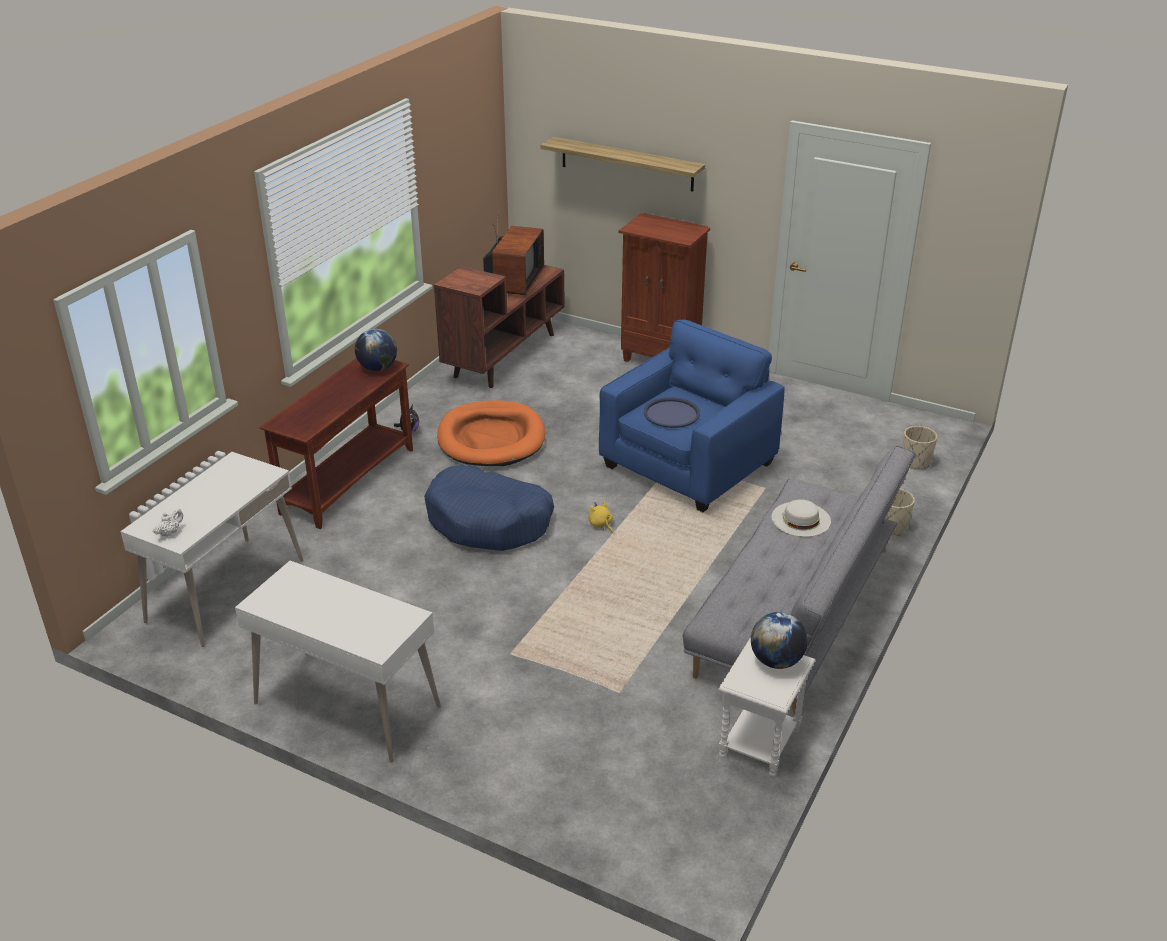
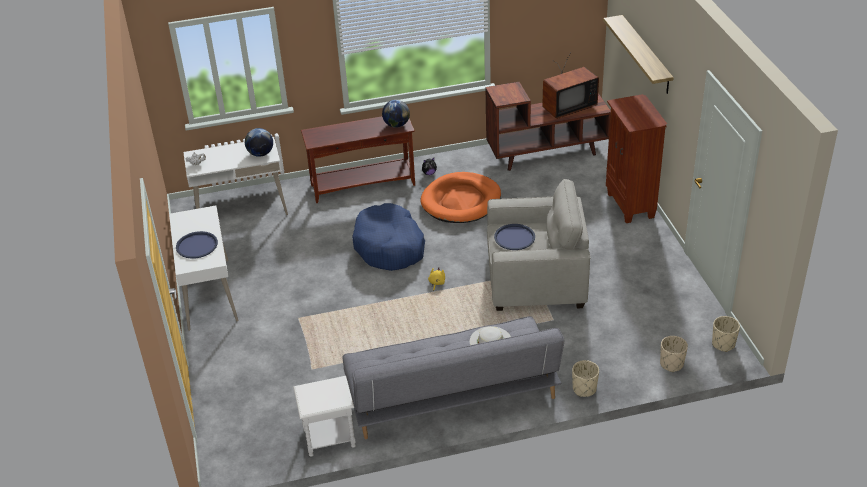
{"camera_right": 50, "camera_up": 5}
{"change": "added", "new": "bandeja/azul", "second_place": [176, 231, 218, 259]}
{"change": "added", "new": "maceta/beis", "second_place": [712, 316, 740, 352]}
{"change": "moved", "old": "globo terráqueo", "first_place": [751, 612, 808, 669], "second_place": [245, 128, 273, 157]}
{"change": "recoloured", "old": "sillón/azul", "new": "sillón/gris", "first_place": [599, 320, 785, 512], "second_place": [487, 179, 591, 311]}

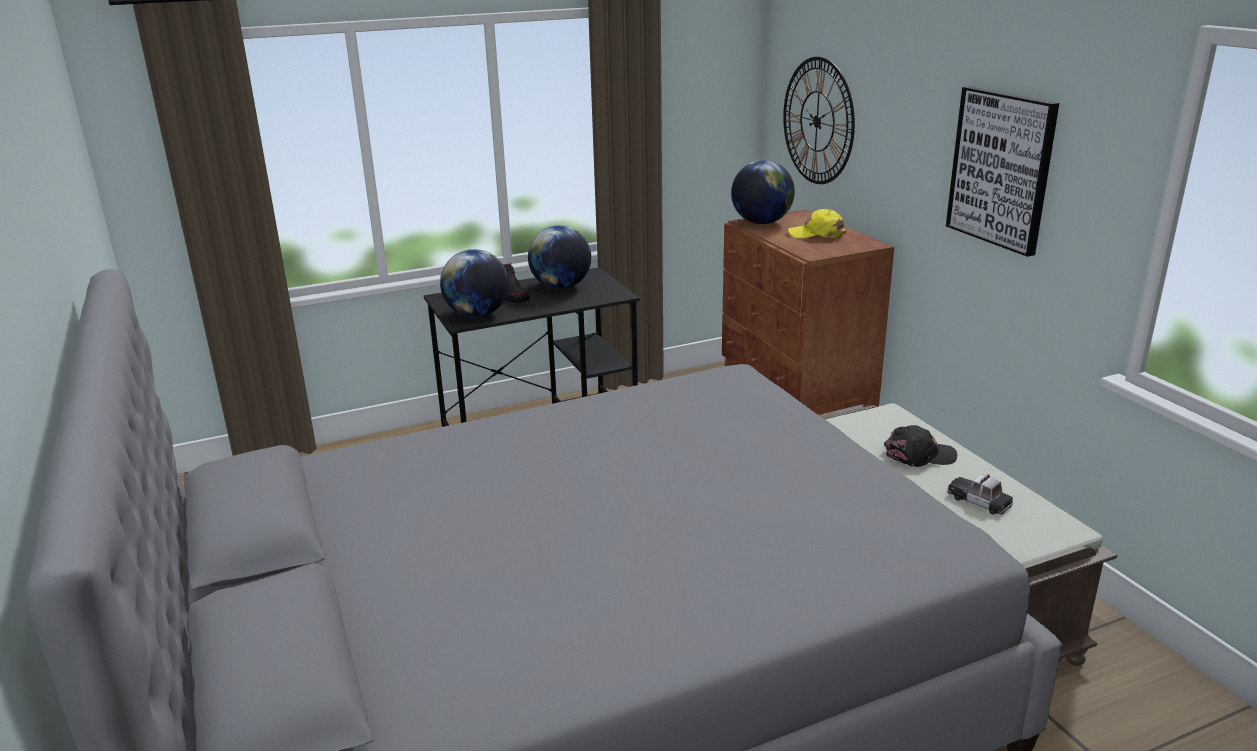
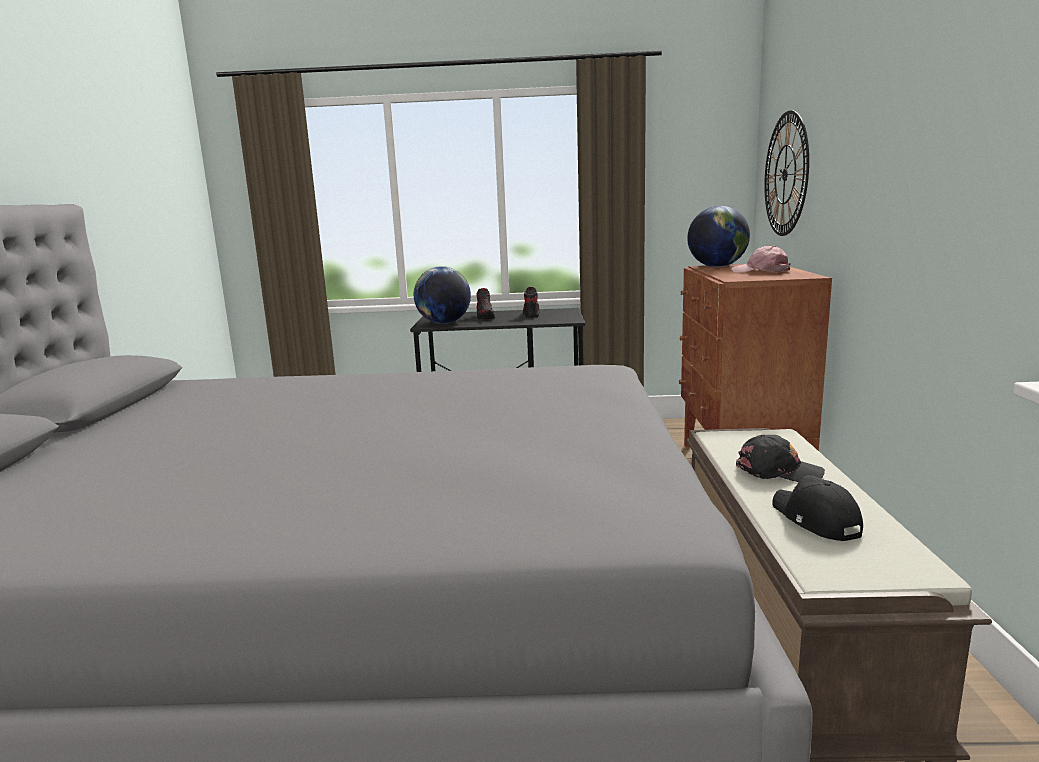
{"camera_right": 25, "camera_up": -10}
{"change": "removed", "old": "cuadro", "first_place": [946, 86, 1059, 257]}
{"change": "replaced", "old": "globo terráqueo", "new": "zapato", "first_place": [528, 225, 591, 289], "second_place": [523, 287, 540, 318]}
{"change": "replaced", "old": "coche de juguete", "new": "gorra/negro", "first_place": [948, 474, 1013, 515], "second_place": [772, 475, 863, 541]}
{"change": "recoloured", "old": "gorra/amarillo", "new": "gorra/rosa", "first_place": [788, 209, 846, 238], "second_place": [731, 245, 791, 273]}

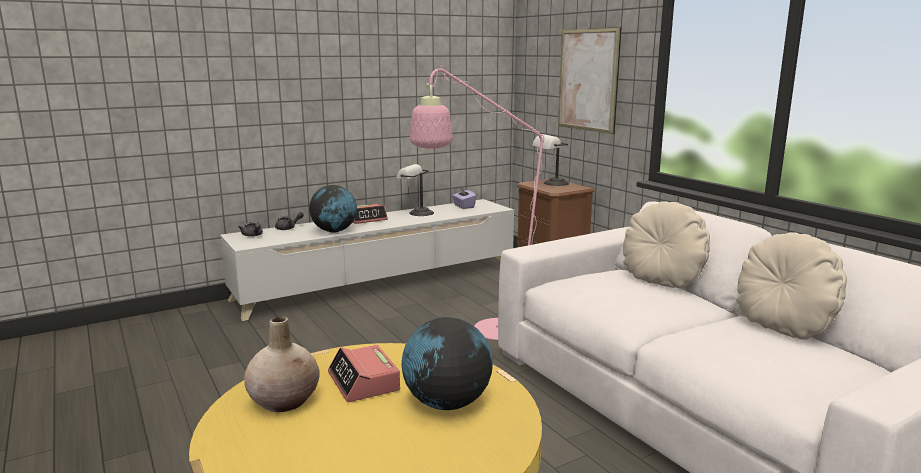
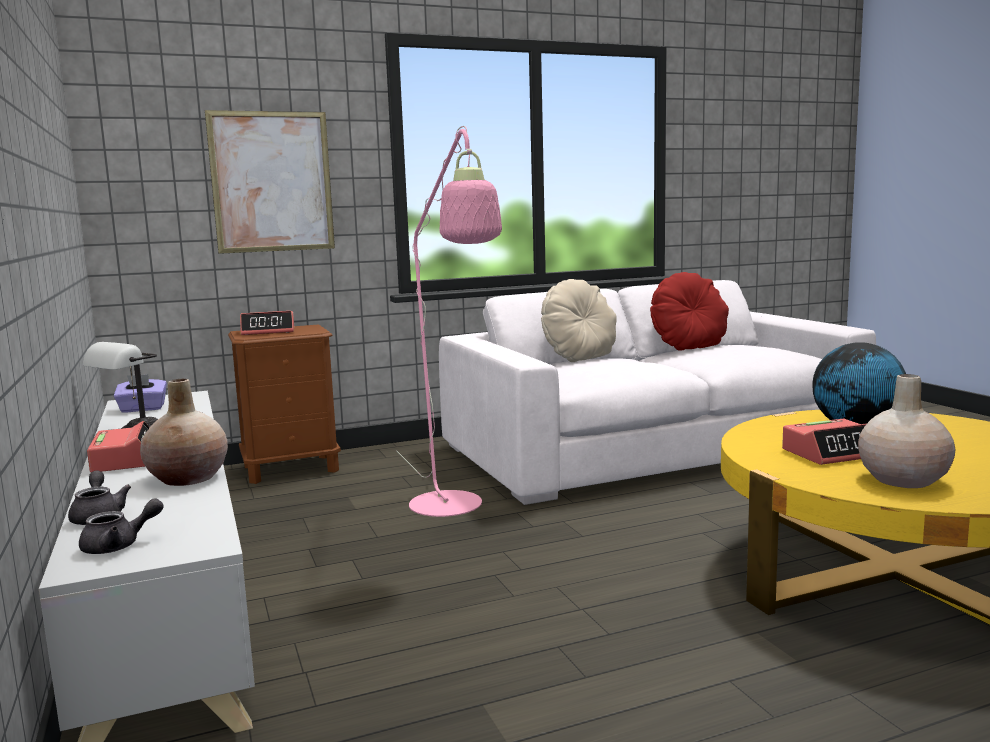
{"camera_right": -80, "camera_up": -5}
{"change": "replaced", "old": "globo terráqueo", "new": "florero/beis", "first_place": [309, 185, 357, 233], "second_place": [140, 379, 228, 486]}
{"change": "replaced", "old": "lámpara de mesa", "new": "despertador", "first_place": [533, 134, 569, 186], "second_place": [240, 311, 294, 335]}
{"change": "recoloured", "old": "cojín/beis", "new": "cojín/rojo", "first_place": [737, 232, 847, 340], "second_place": [650, 272, 729, 351]}

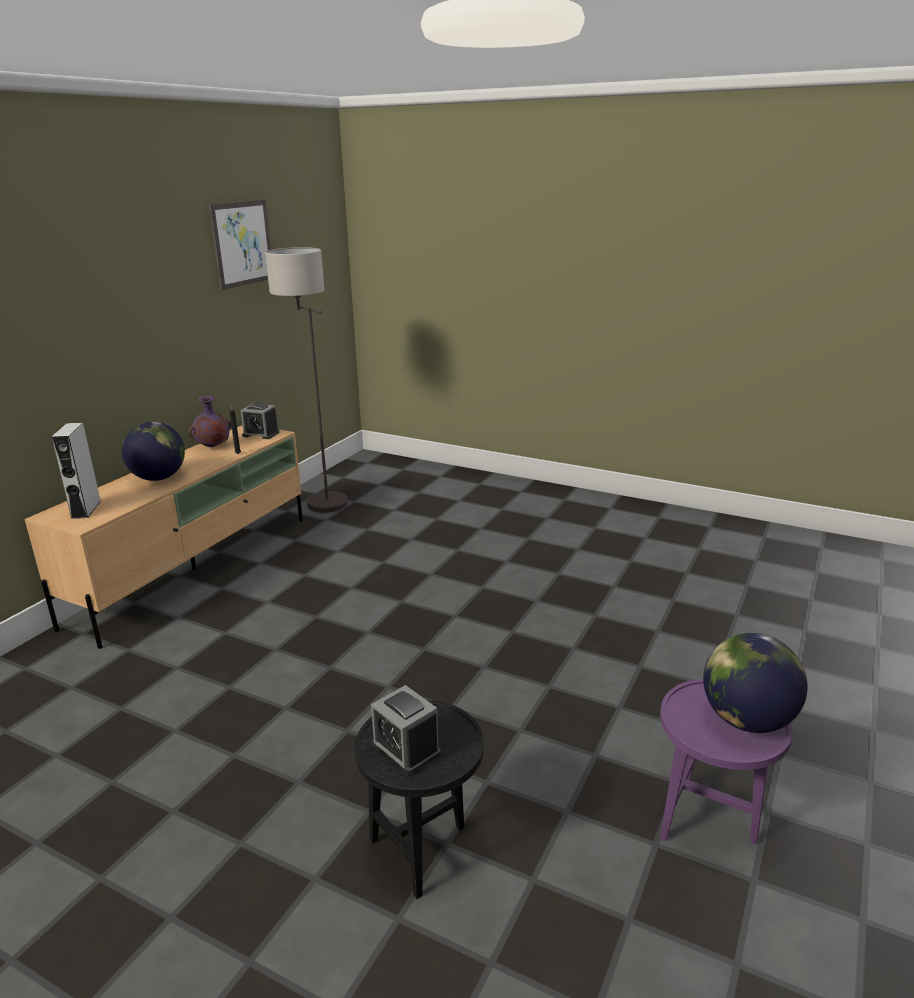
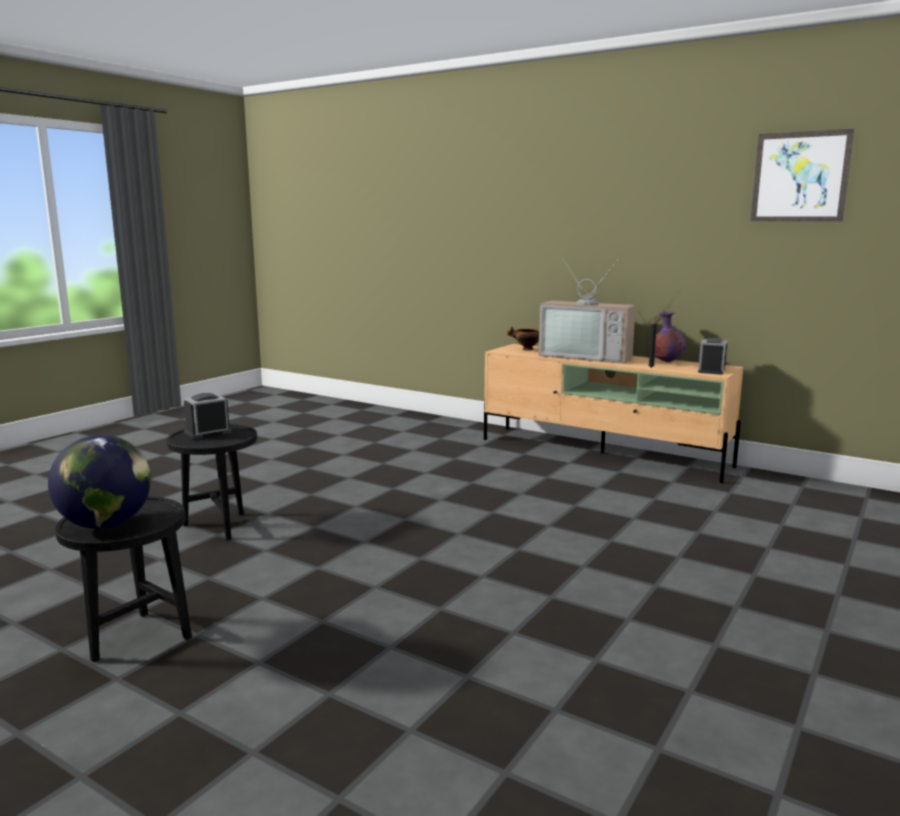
{"camera_right": 95, "camera_up": -10}
{"change": "removed", "old": "lámpara de pie/gris", "first_place": [265, 247, 348, 513]}
{"change": "replaced", "old": "altavoz/gris", "new": "cuenco", "first_place": [51, 423, 101, 519], "second_place": [507, 326, 539, 350]}
{"change": "replaced", "old": "globo terráqueo", "new": "televisor", "first_place": [121, 422, 185, 481], "second_place": [538, 258, 636, 364]}
{"change": "recoloured", "old": "mesa auxiliar/morado", "new": "mesa auxiliar/negro", "first_place": [660, 679, 792, 845], "second_place": [55, 497, 192, 662]}

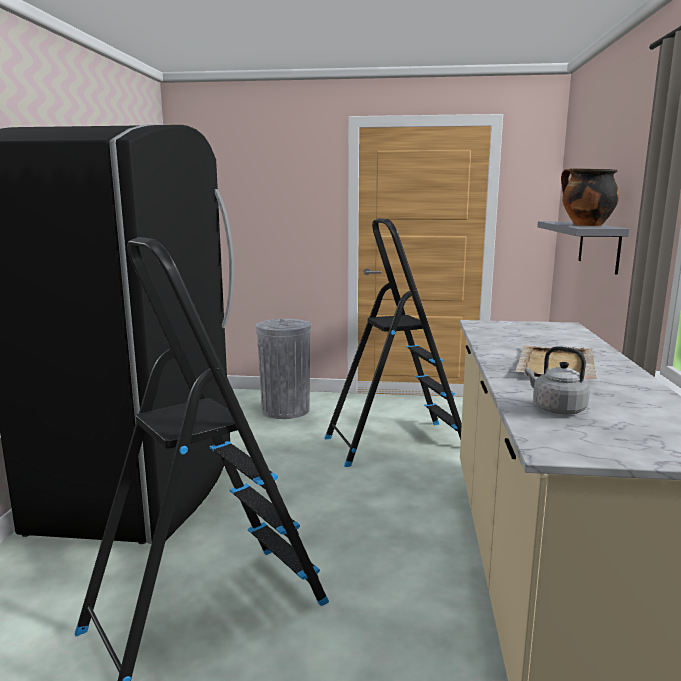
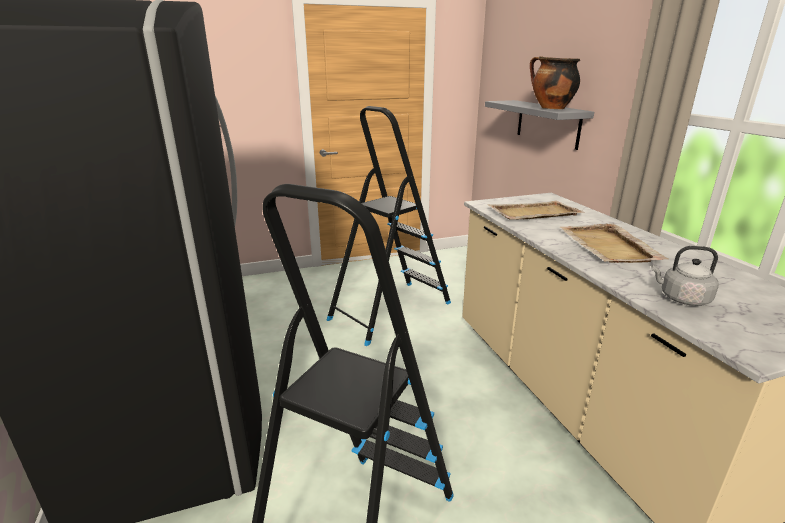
{"camera_right": -25, "camera_up": 10}
{"change": "removed", "old": "papelera/gris", "first_place": [256, 319, 311, 419]}
{"change": "added", "new": "bandeja/beis", "second_place": [488, 201, 586, 220]}

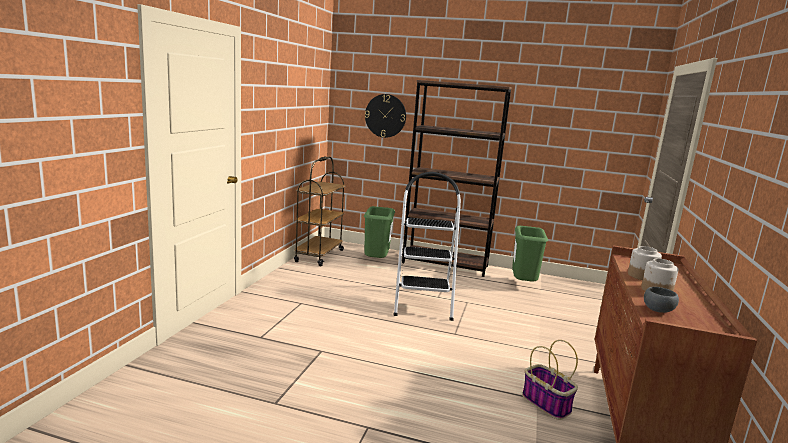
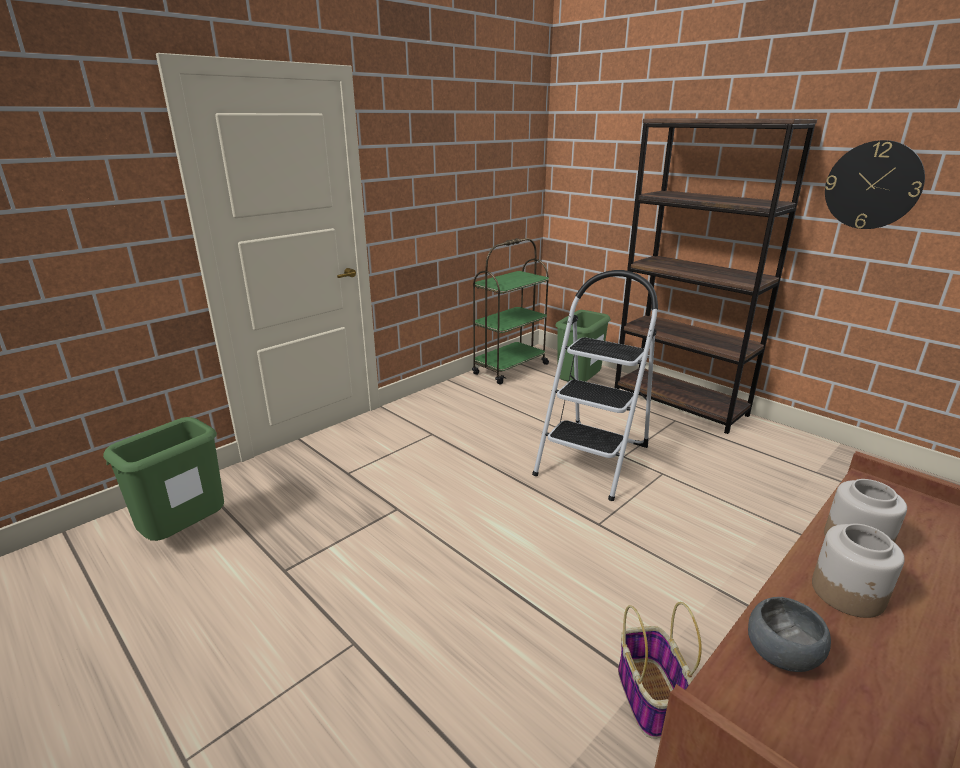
{"camera_right": 30, "camera_up": 10}
{"change": "moved", "old": "reloj de pared", "first_place": [365, 94, 406, 138], "second_place": [825, 140, 925, 229]}
{"change": "moved", "old": "papelera/verde", "first_place": [512, 226, 548, 281], "second_place": [103, 417, 224, 541]}
{"change": "recoloured", "old": "carrito/marrón", "new": "carrito/verde", "first_place": [294, 156, 345, 266], "second_place": [472, 238, 549, 385]}

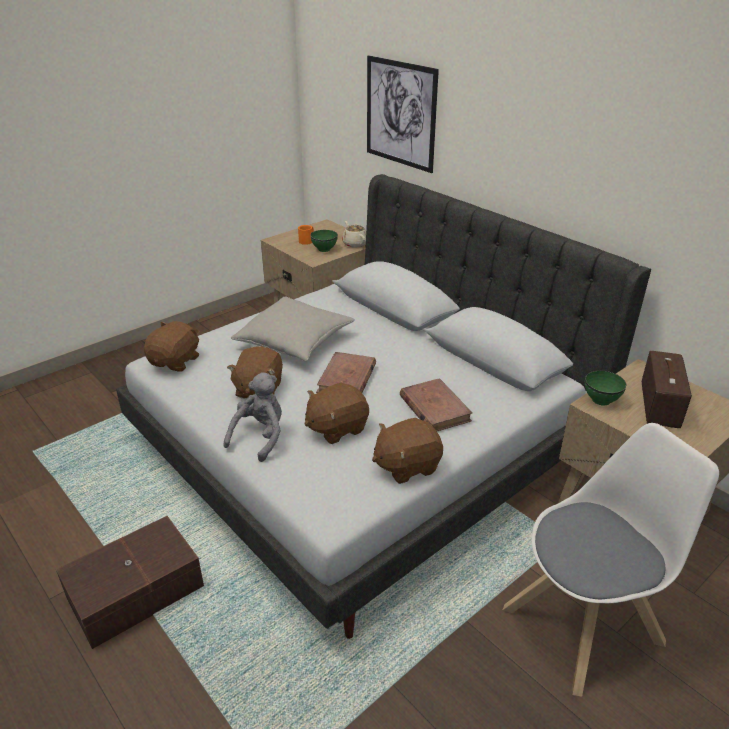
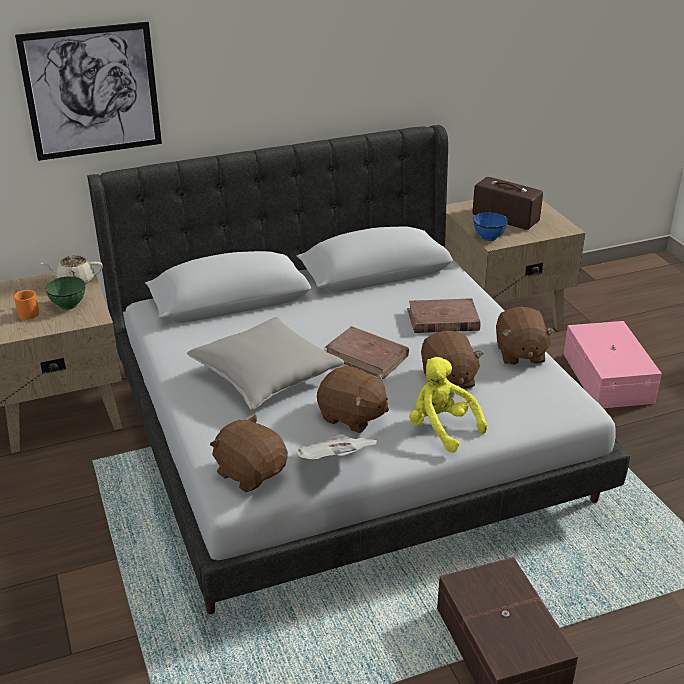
{"camera_right": -70, "camera_up": 0}
{"change": "added", "new": "periódico", "second_place": [296, 434, 377, 459]}
{"change": "replaced", "old": "silla", "new": "caja de almacenaje/rosa", "first_place": [503, 423, 719, 697], "second_place": [564, 321, 662, 408]}
{"change": "recoloured", "old": "peluche/gris", "new": "peluche/amarillo", "first_place": [223, 372, 282, 462], "second_place": [409, 357, 487, 453]}
{"change": "recoloured", "old": "cuenco/verde", "new": "cuenco/azul", "first_place": [585, 371, 627, 406], "second_place": [473, 212, 508, 241]}

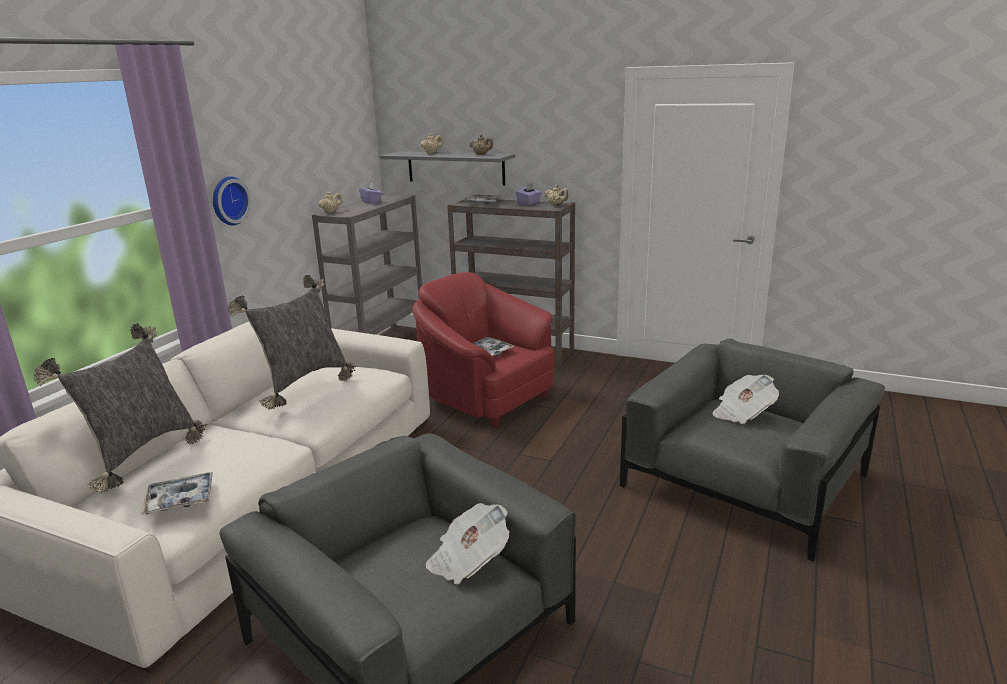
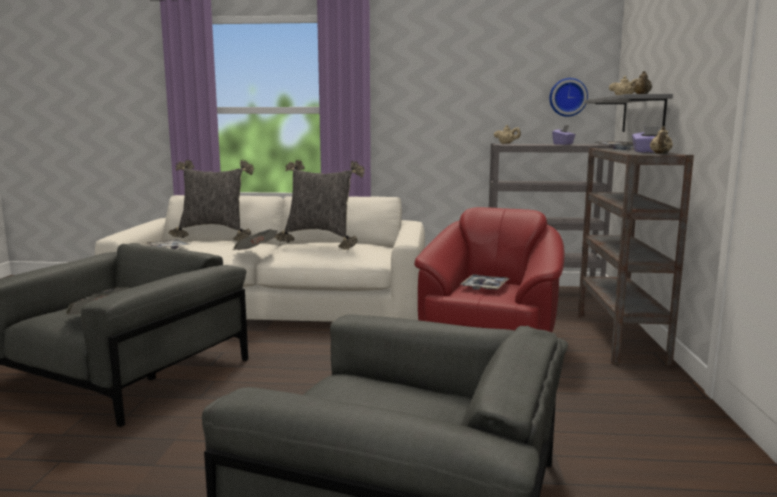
{"camera_right": 70, "camera_up": -10}
{"change": "moved", "old": "reloj de pared", "first_place": [213, 176, 251, 225], "second_place": [549, 78, 588, 117]}
{"change": "moved", "old": "periódico", "first_place": [712, 375, 779, 424], "second_place": [233, 229, 278, 250]}

